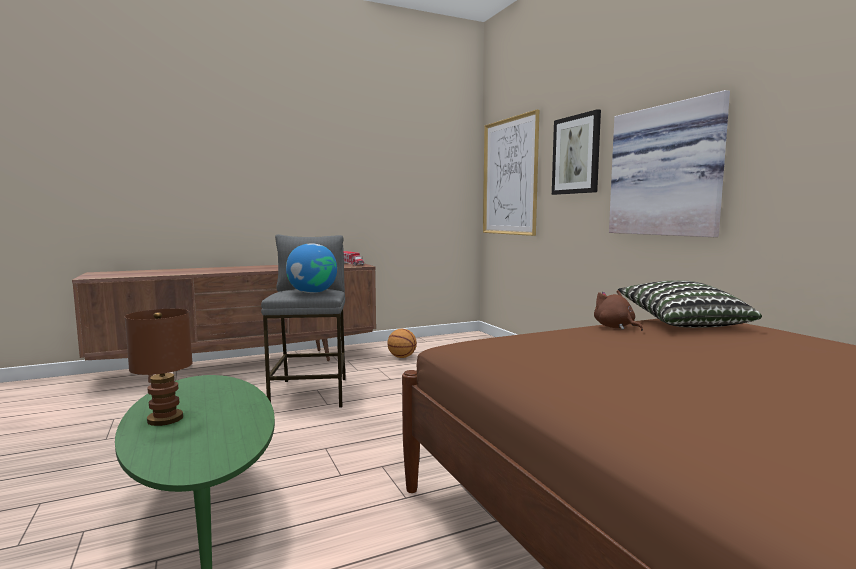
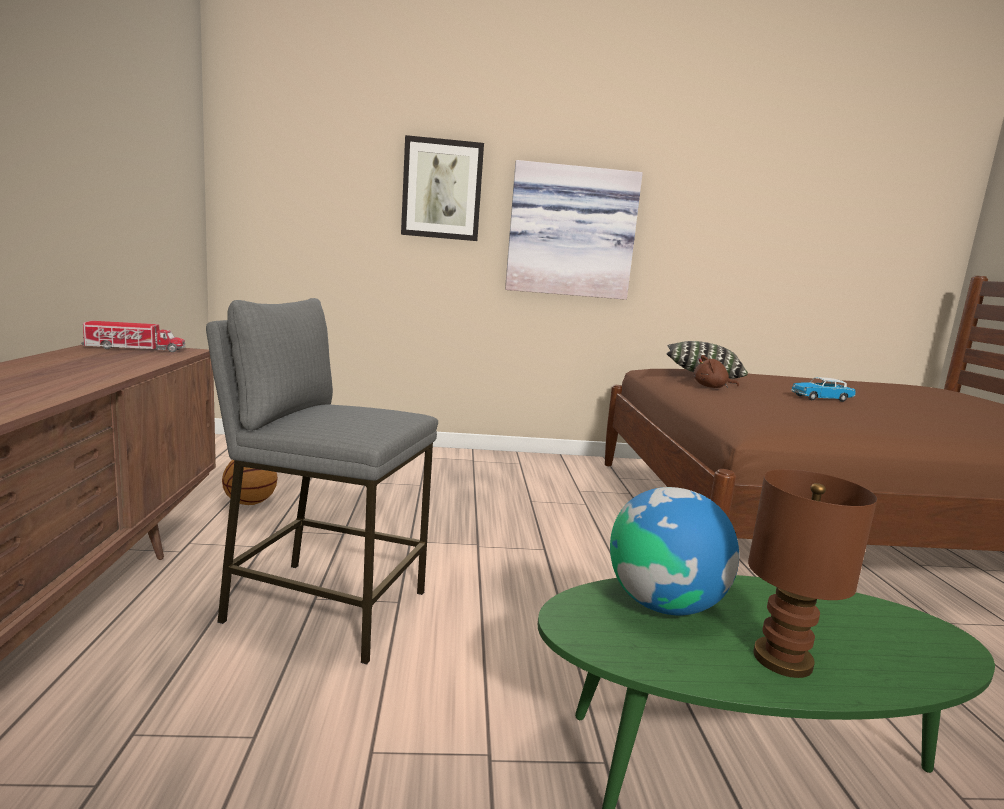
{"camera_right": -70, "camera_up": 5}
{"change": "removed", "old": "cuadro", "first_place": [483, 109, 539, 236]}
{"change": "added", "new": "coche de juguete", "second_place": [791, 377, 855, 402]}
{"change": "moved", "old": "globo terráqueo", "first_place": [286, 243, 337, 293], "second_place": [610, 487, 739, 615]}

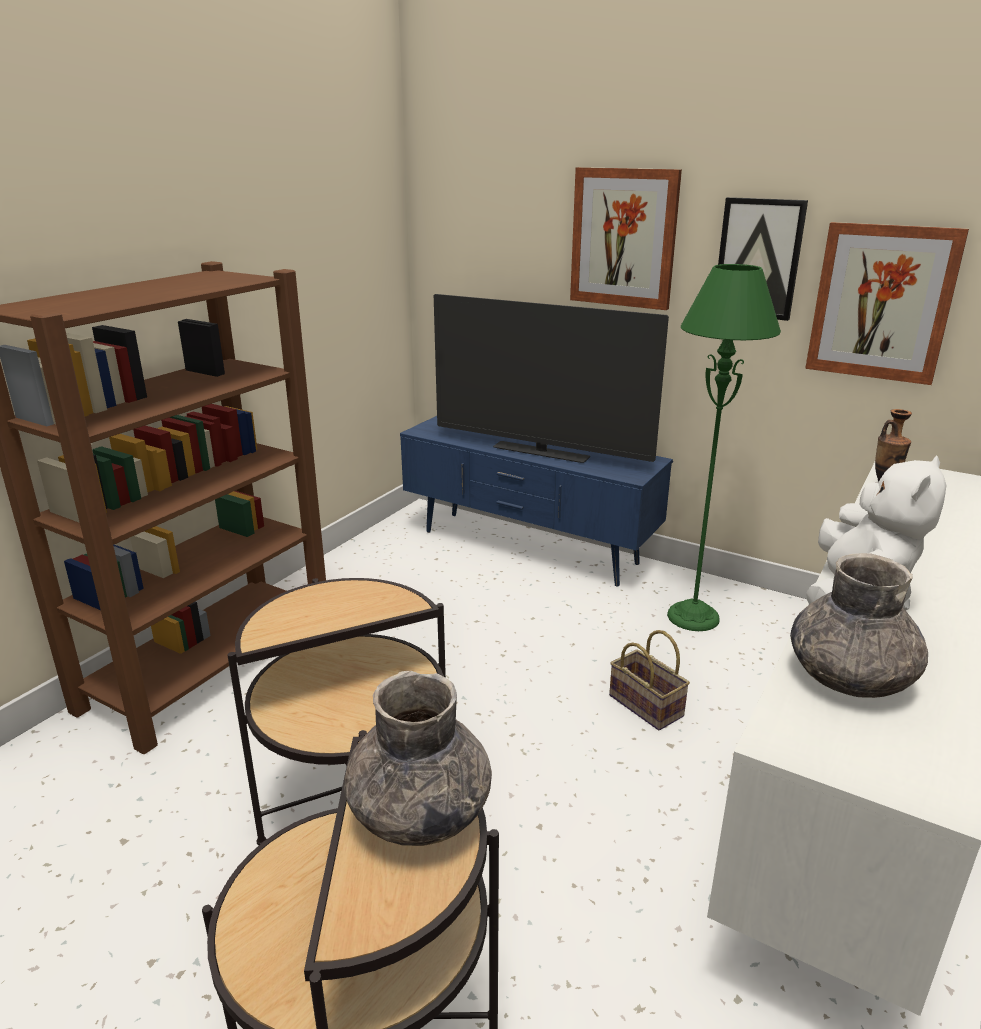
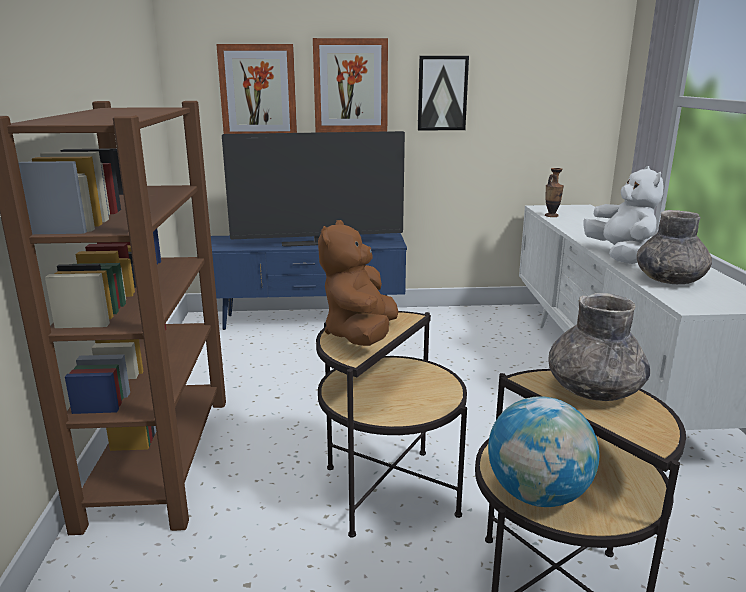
{"camera_right": -35, "camera_up": -5}
{"change": "removed", "old": "cesta", "first_place": [609, 630, 690, 730]}
{"change": "removed", "old": "lámpara de pie/verde", "first_place": [667, 264, 781, 631]}
{"change": "added", "new": "peluche/marrón", "second_place": [318, 220, 398, 346]}
{"change": "added", "new": "globo terráqueo", "second_place": [488, 396, 600, 507]}
{"change": "moved", "old": "cuadro", "first_place": [805, 222, 969, 385], "second_place": [216, 44, 297, 134]}

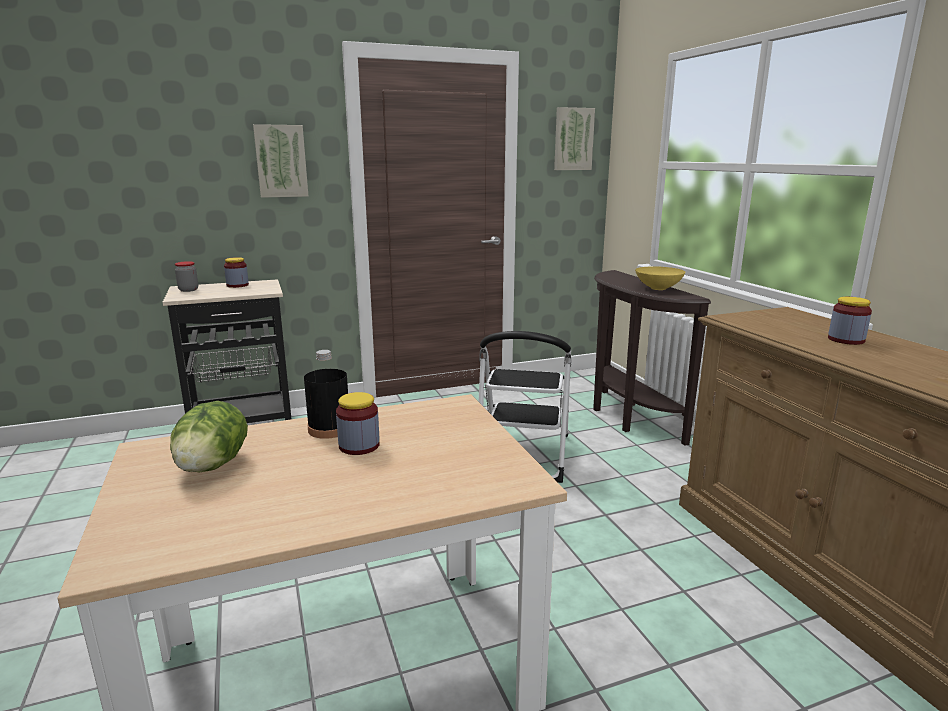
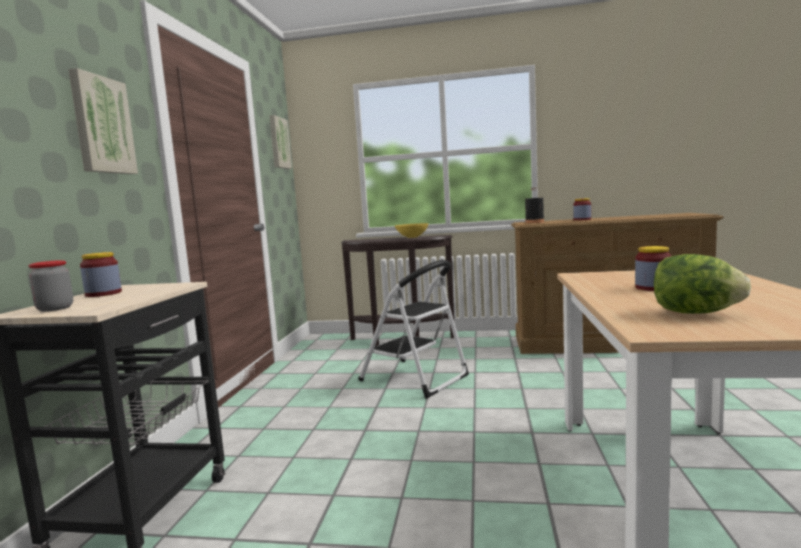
{"camera_right": -60, "camera_up": -10}
{"change": "moved", "old": "botella/negro", "first_place": [304, 350, 348, 439], "second_place": [525, 187, 544, 223]}

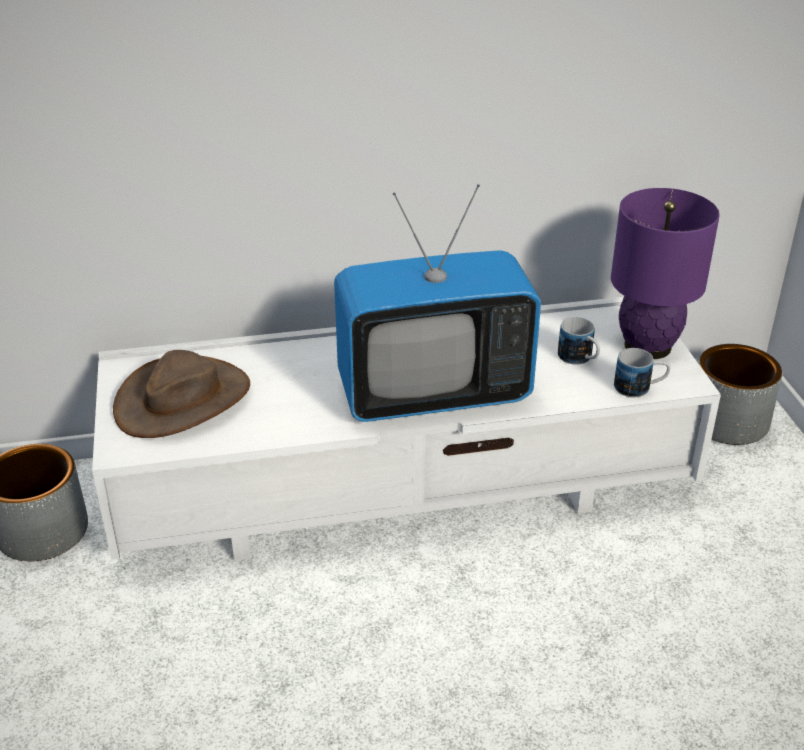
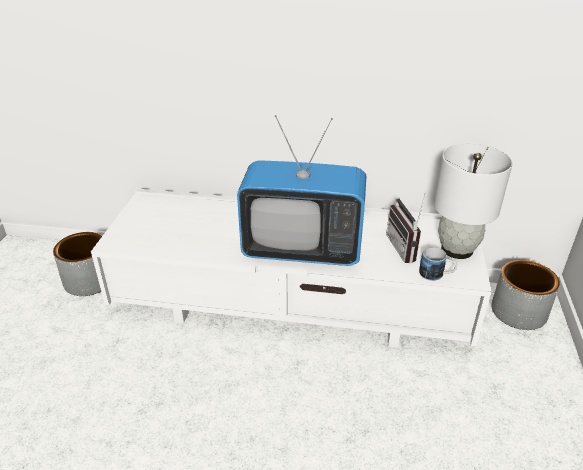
{"camera_right": 20, "camera_up": 0}
{"change": "removed", "old": "sombrero/marrón", "first_place": [113, 350, 250, 438]}
{"change": "replaced", "old": "taza grande", "new": "radio", "first_place": [558, 317, 600, 365], "second_place": [386, 193, 425, 263]}
{"change": "recoloured", "old": "lámpara de mesa/morado", "new": "lámpara de mesa/blanco", "first_place": [611, 188, 720, 359], "second_place": [434, 144, 512, 259]}

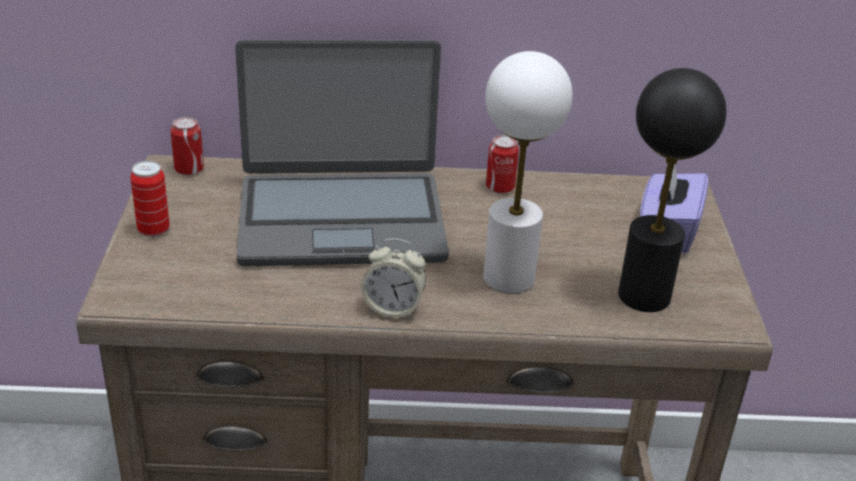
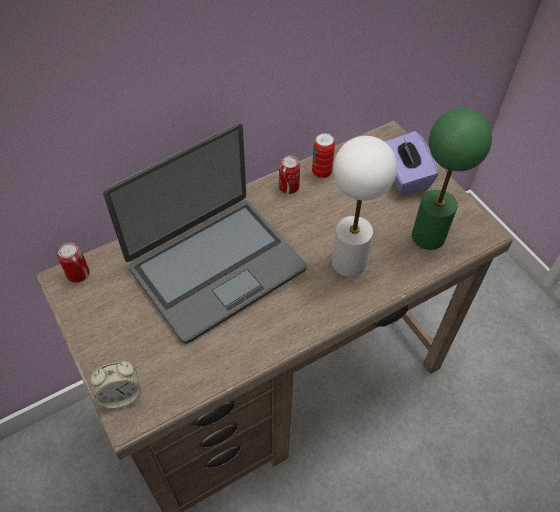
{"camera_right": -30, "camera_up": 20}
{"change": "moved", "old": "lata", "first_place": [130, 161, 170, 237], "second_place": [312, 133, 335, 178]}
{"change": "moved", "old": "despertador", "first_place": [361, 239, 426, 319], "second_place": [91, 361, 142, 410]}
{"change": "recoloured", "old": "lámpara de mesa/negro", "new": "lámpara de mesa/verde", "first_place": [618, 68, 727, 312], "second_place": [412, 108, 492, 250]}

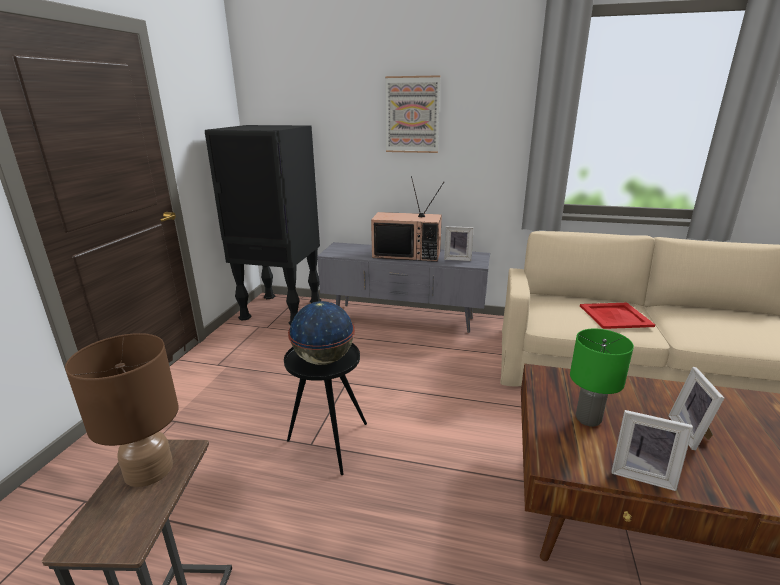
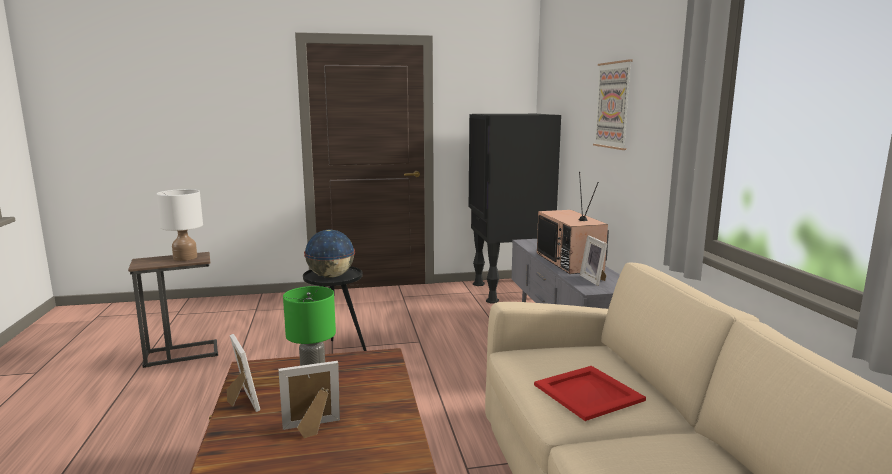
{"camera_right": 65, "camera_up": -10}
{"change": "recoloured", "old": "lámpara de mesa/marrón", "new": "lámpara de mesa/blanco", "first_place": [65, 333, 179, 487], "second_place": [157, 189, 203, 261]}
{"change": "turned", "old": "portarretratos", "first_place": [611, 410, 693, 491], "second_place": [227, 334, 260, 412], "degrees": 150}

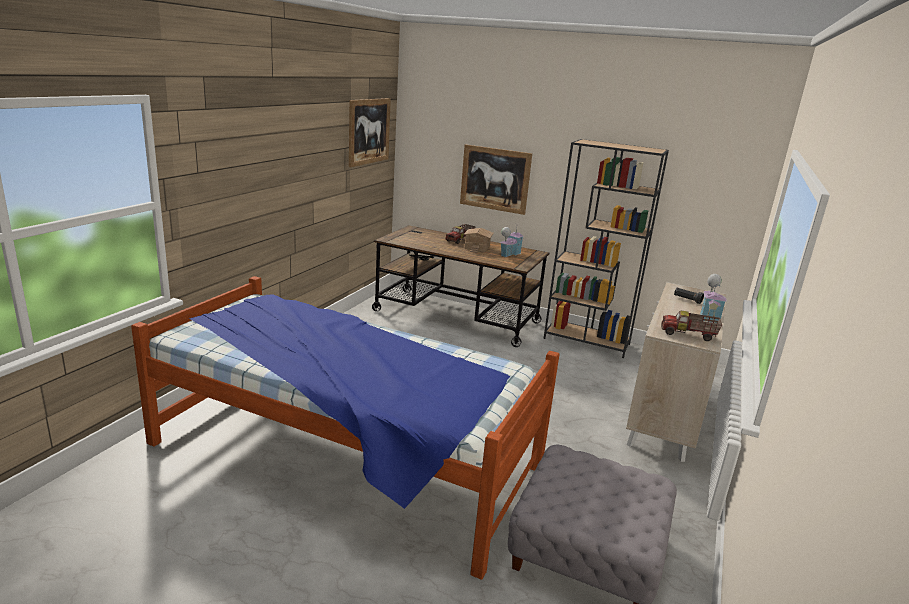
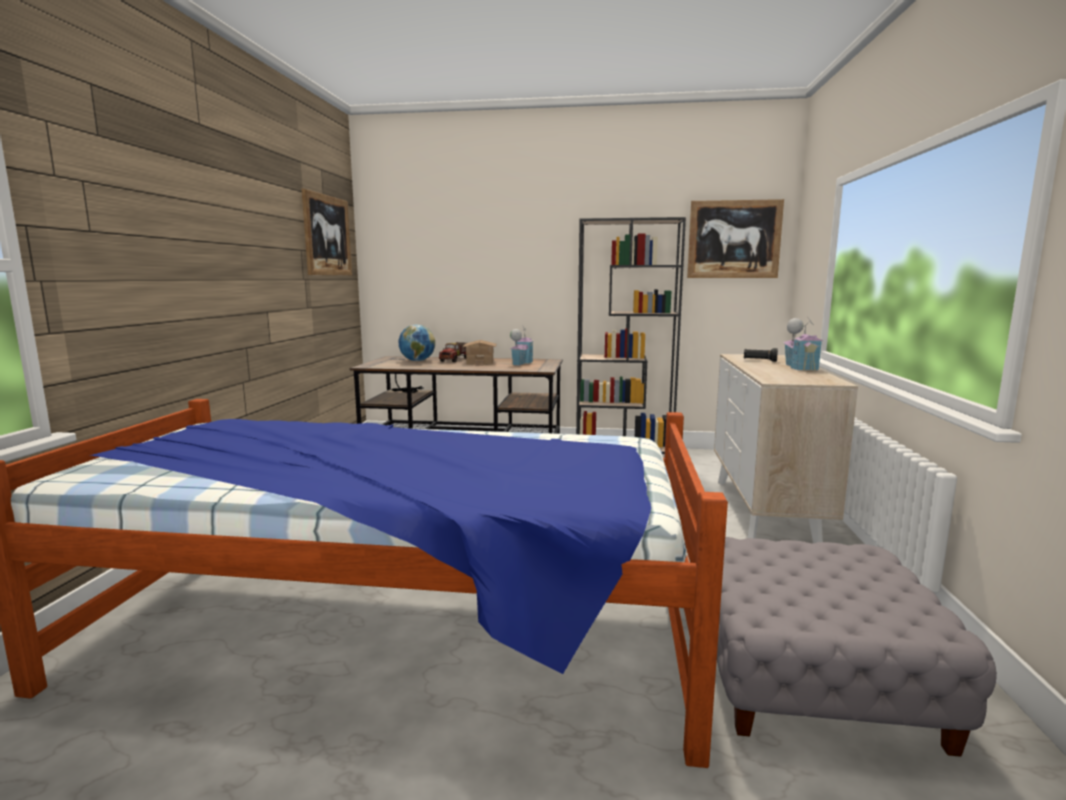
{"camera_right": -15, "camera_up": -10}
{"change": "removed", "old": "camión de juguete", "first_place": [661, 311, 722, 341]}
{"change": "added", "new": "globo terráqueo", "second_place": [398, 324, 435, 361]}
{"change": "moved", "old": "cuadro", "first_place": [460, 144, 532, 215], "second_place": [687, 199, 784, 278]}

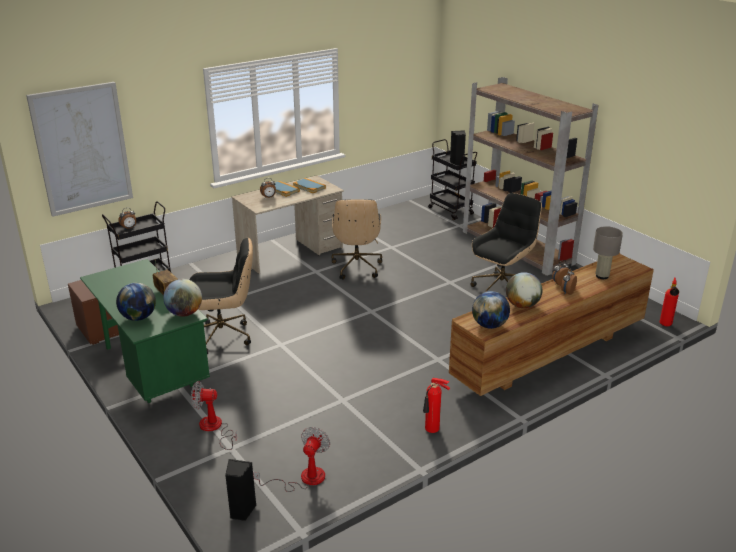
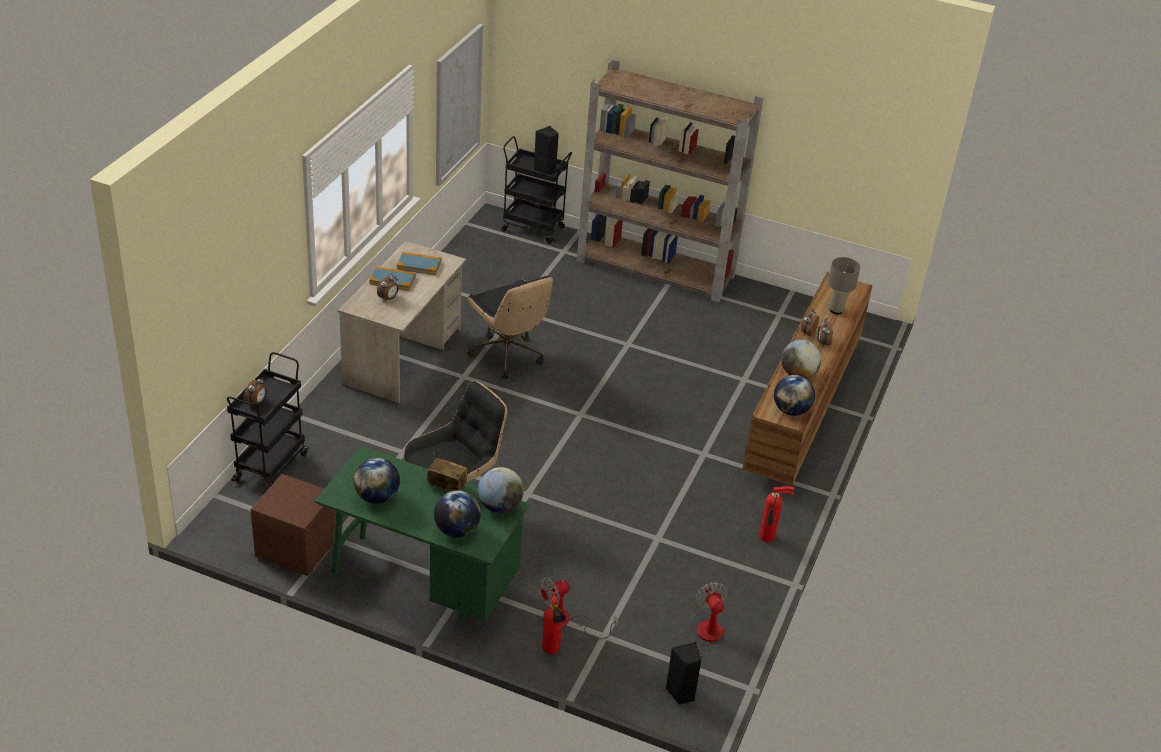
{"camera_right": -35, "camera_up": 10}
{"change": "removed", "old": "silla de oficina/negro", "first_place": [470, 193, 542, 292]}
{"change": "added", "new": "globo terráqueo", "second_place": [354, 458, 400, 504]}
{"change": "moved", "old": "cuadro", "first_place": [26, 82, 133, 217], "second_place": [436, 24, 483, 186]}
{"change": "moved", "old": "extintor", "first_place": [660, 277, 679, 326], "second_place": [542, 592, 566, 654]}

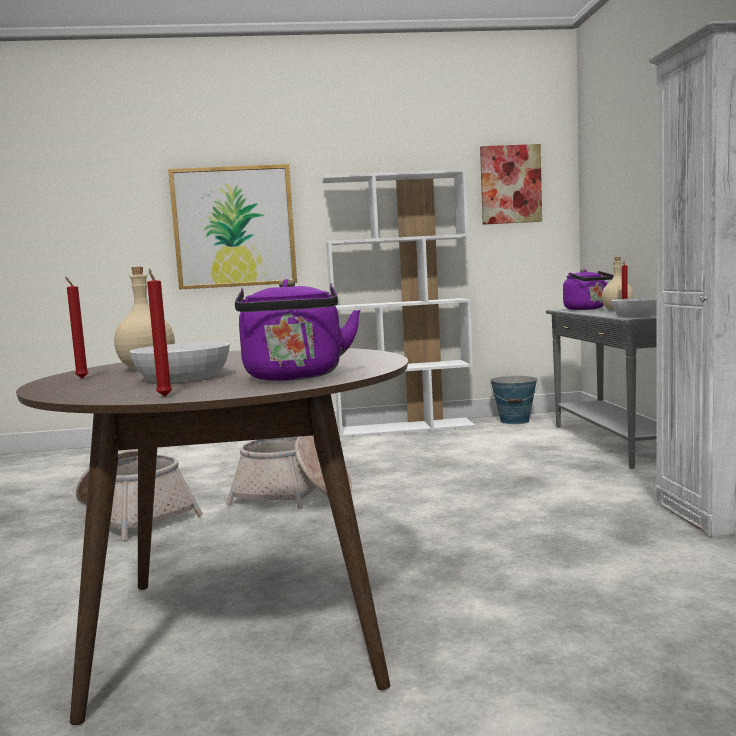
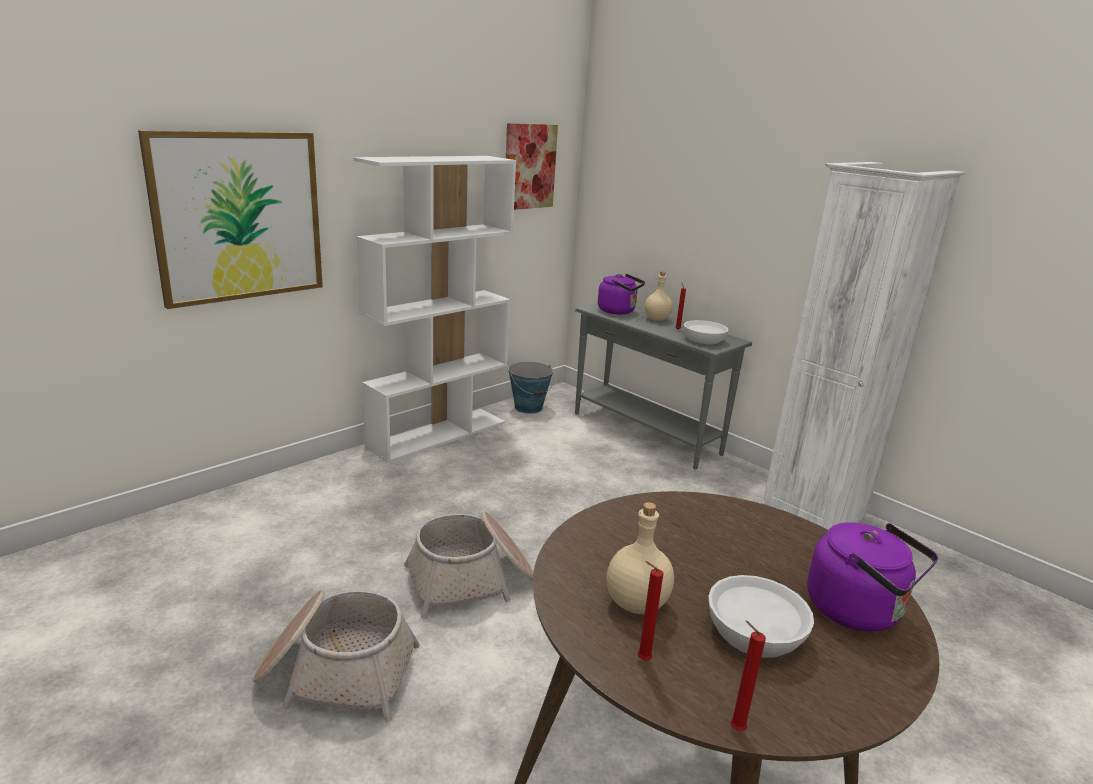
{"camera_right": -40, "camera_up": 15}
{"change": "moved", "old": "vela/rojo", "first_place": [147, 268, 172, 397], "second_place": [730, 621, 766, 731]}

